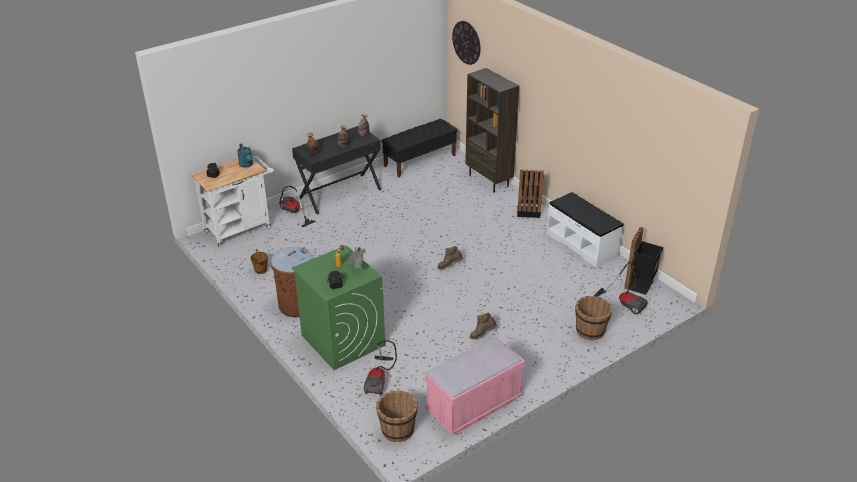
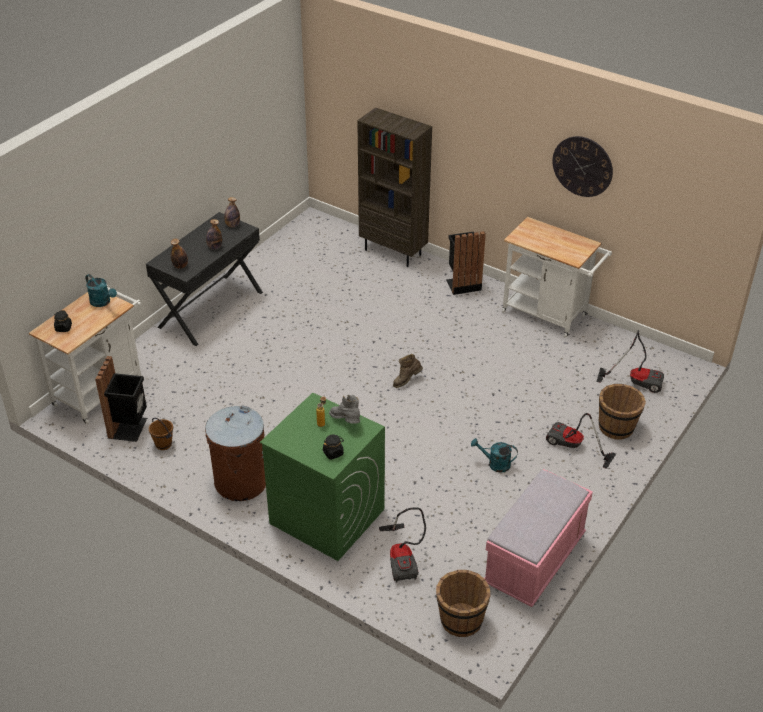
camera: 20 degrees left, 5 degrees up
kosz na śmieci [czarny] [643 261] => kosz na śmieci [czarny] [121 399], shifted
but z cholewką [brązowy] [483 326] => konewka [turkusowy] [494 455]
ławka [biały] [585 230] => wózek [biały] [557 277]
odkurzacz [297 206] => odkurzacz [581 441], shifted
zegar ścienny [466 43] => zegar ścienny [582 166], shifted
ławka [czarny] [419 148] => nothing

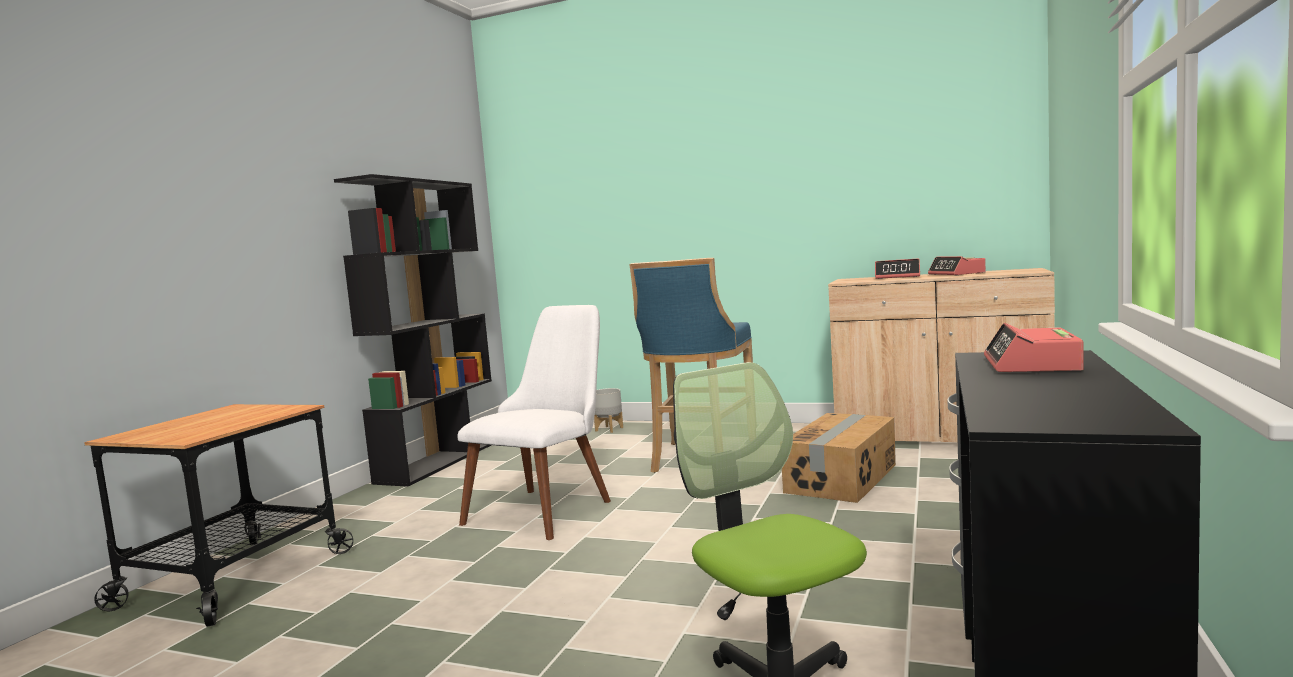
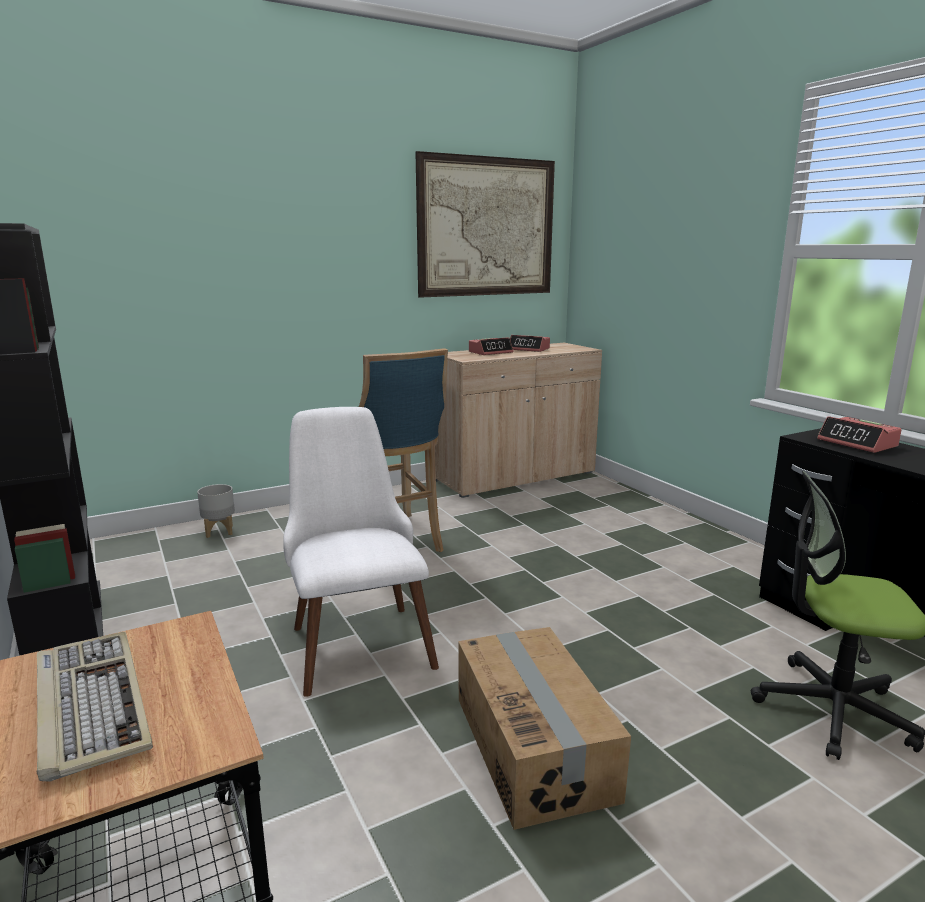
camera: 50 degrees left, 10 degrees up
nothing => klawiatura [95 706]
nothing => obraz [485 224]
karton [839 458] => karton [544 728], shifted

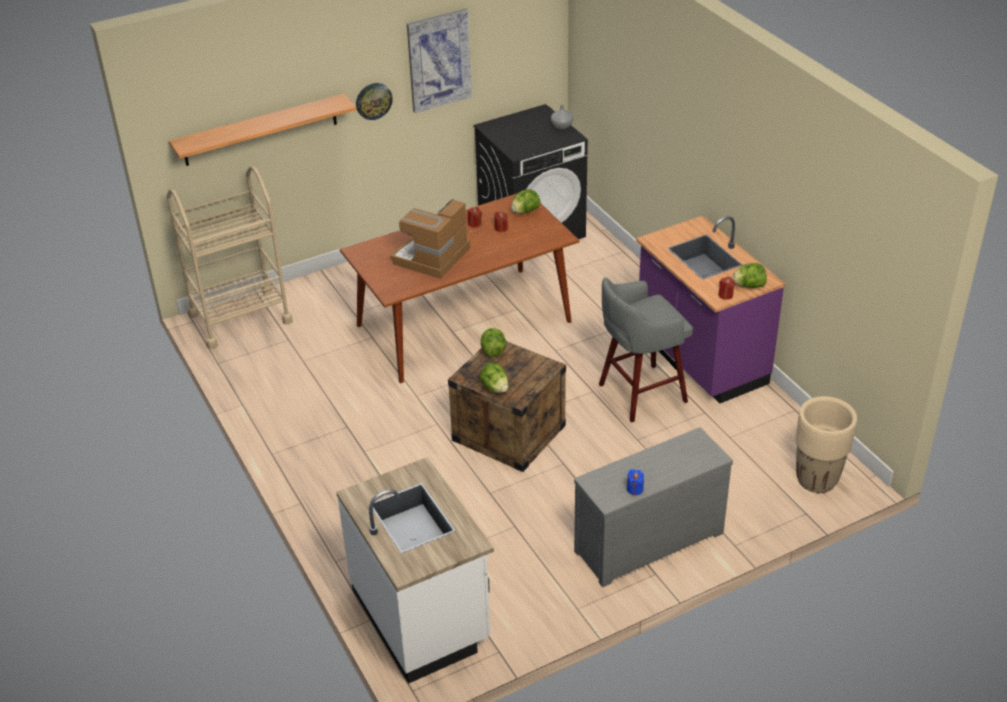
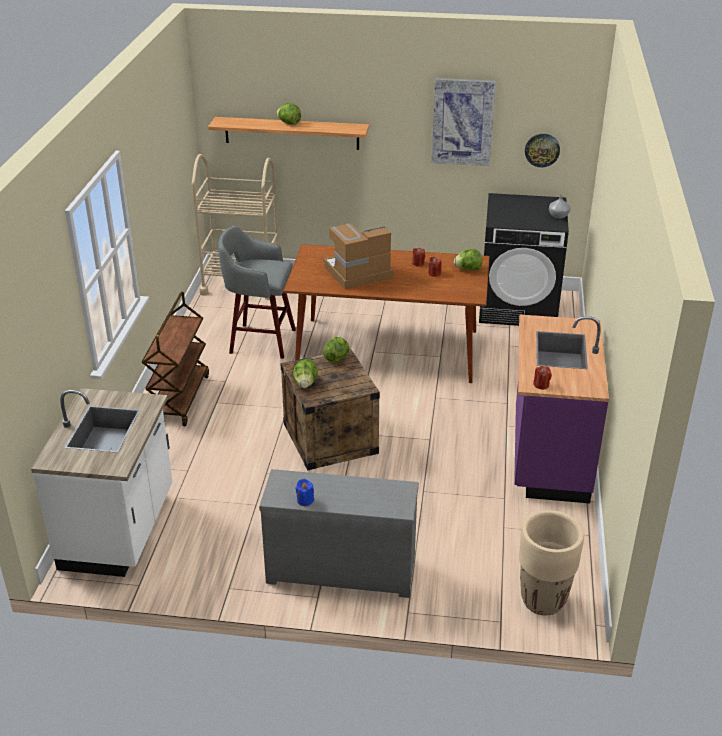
camera: 35 degrees right, 5 degrees down
nothing => wózek [brązowy] [175 359]
stołek [szary] [646 350] => stołek [szary] [257 292], shifted
sałata [749 275] => sałata [289 114], shifted
zegar ścienny [374 101] => zegar ścienny [542 150], shifted

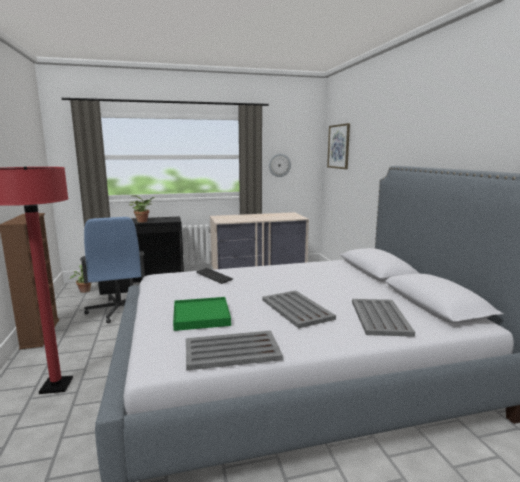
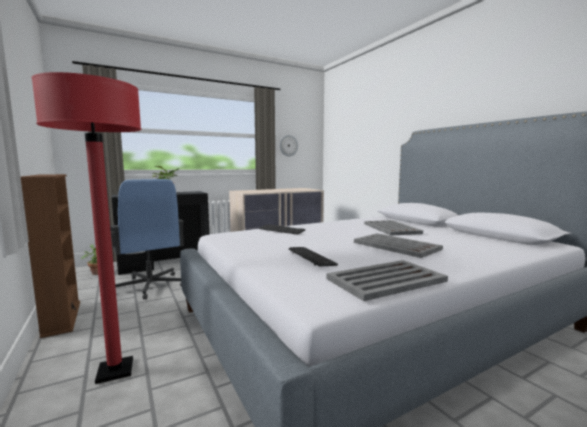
camera: 15 degrees left, 5 degrees down
taca [zielony] [202 314] => klawiatura [313 257]
taca [szary] [383 318] => taca [szary] [393 228], shifted
obraz [338 146] => nothing

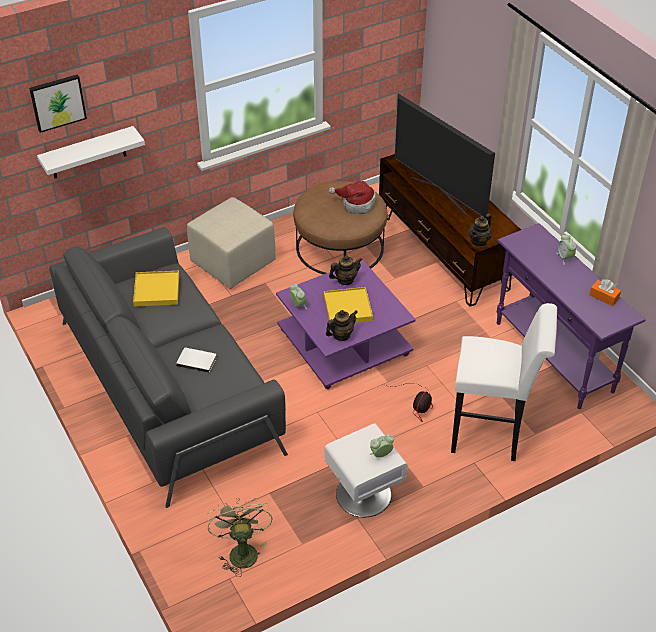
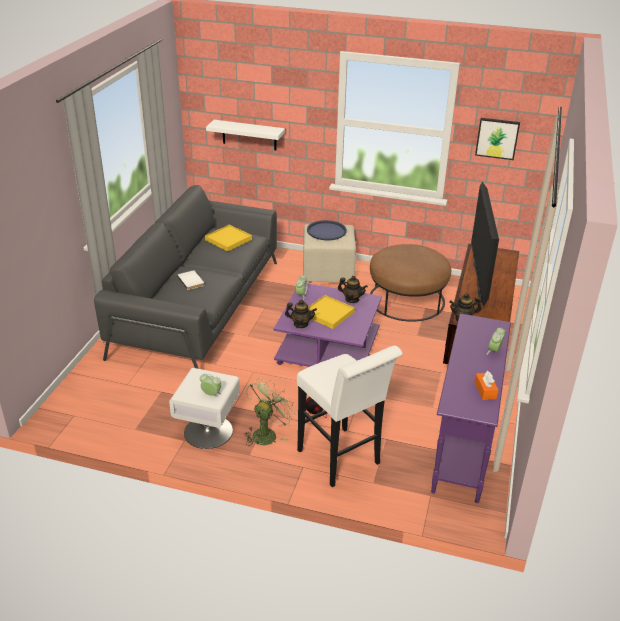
camera: 45 degrees right, 10 degrees down
wentylator [zielony] [240 537] => wentylator [zielony] [269 412], shifted
nothing => taca [niebieski] [327 230]
obraz [58 103] => obraz [497 139], shifted
kapelusz [352 197] => nothing

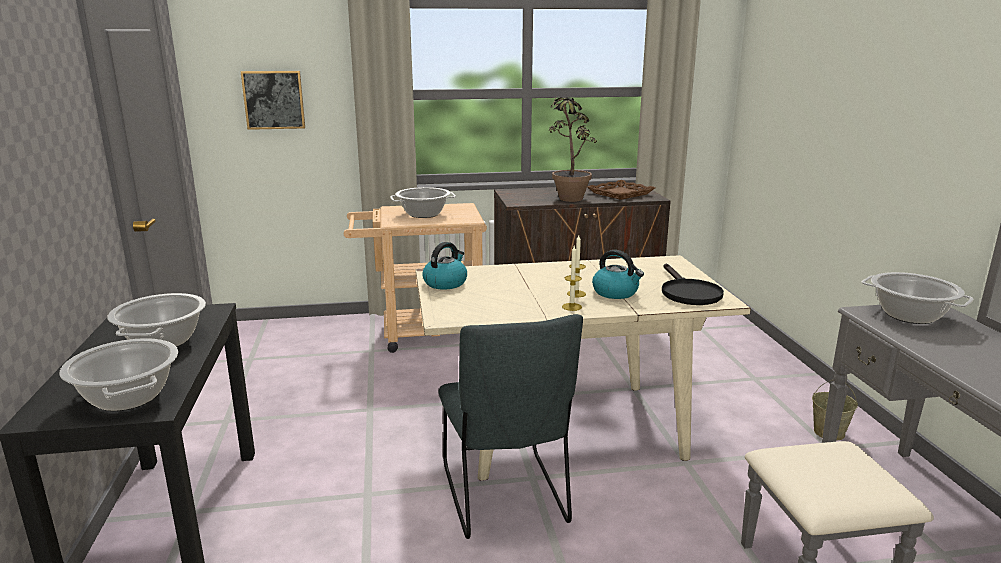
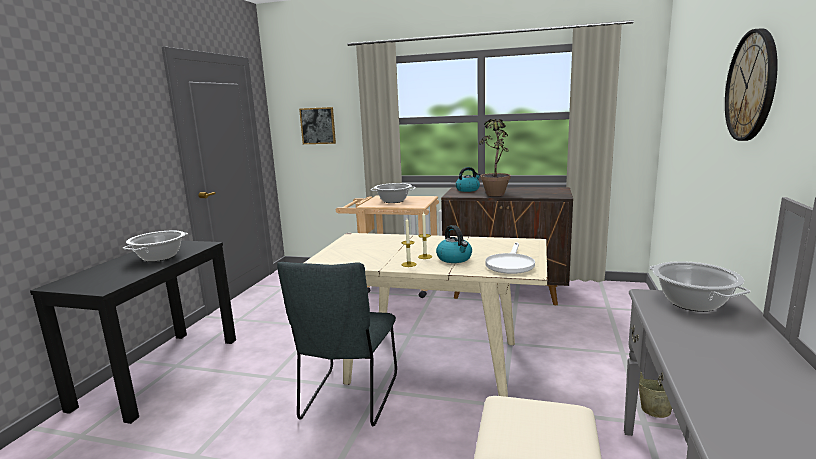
camera: 25 degrees right, 5 degrees down
czajnik [444 266] => czajnik [468 179], shifted
patelnia [czarny] [693 284] => patelnia [biały] [510 258]
nothing => zegar ścienny [751 84]
garnek [118 374] => nothing
taca [brązowy] [621 190] => nothing

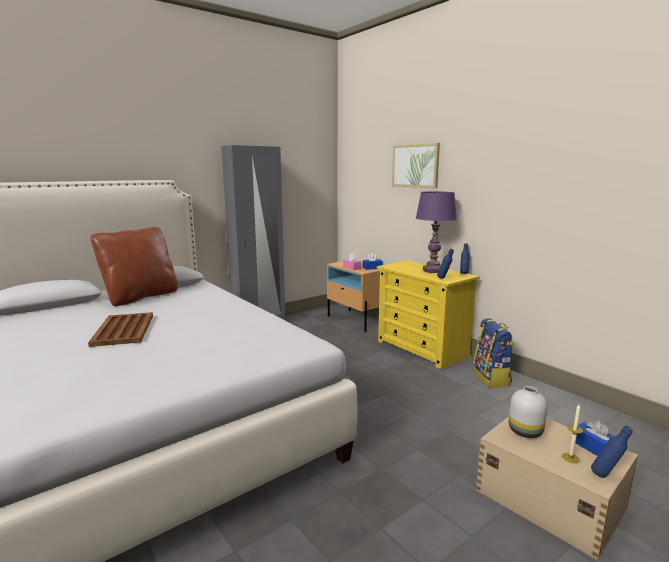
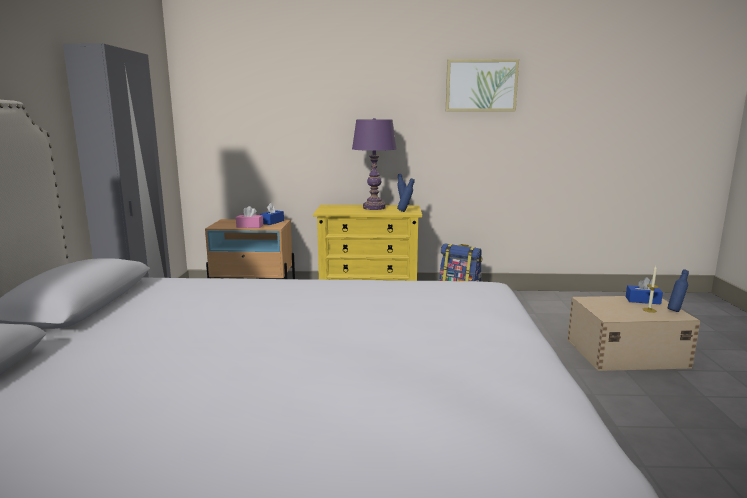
camera: 50 degrees left, 0 degrees up
obraz [416 165] => obraz [482 85], shifted
taca [brązowy] [120 329] => nothing
poduszka [brązowy] [134 266] => nothing
wazon [biały] [528 412] => nothing

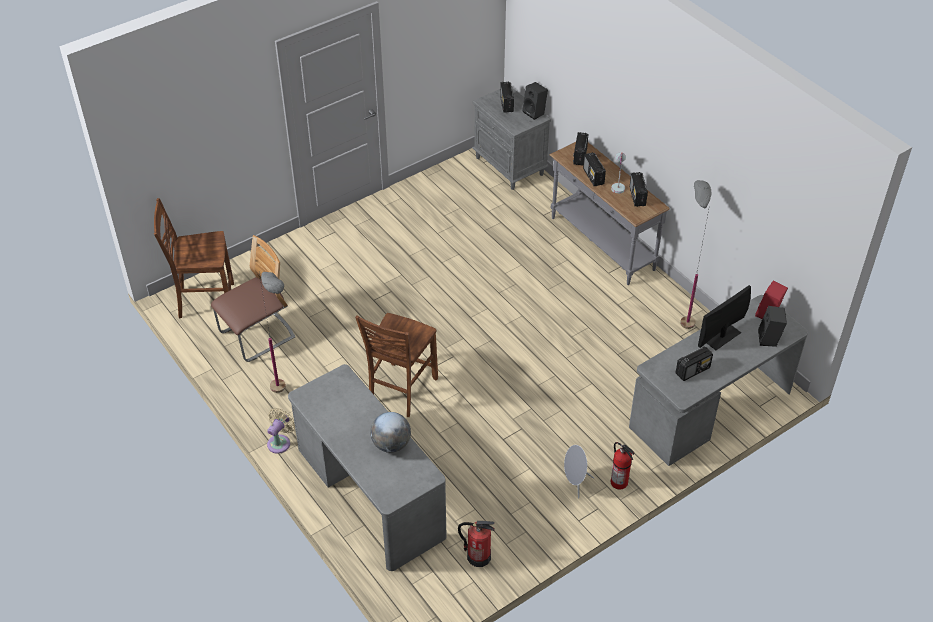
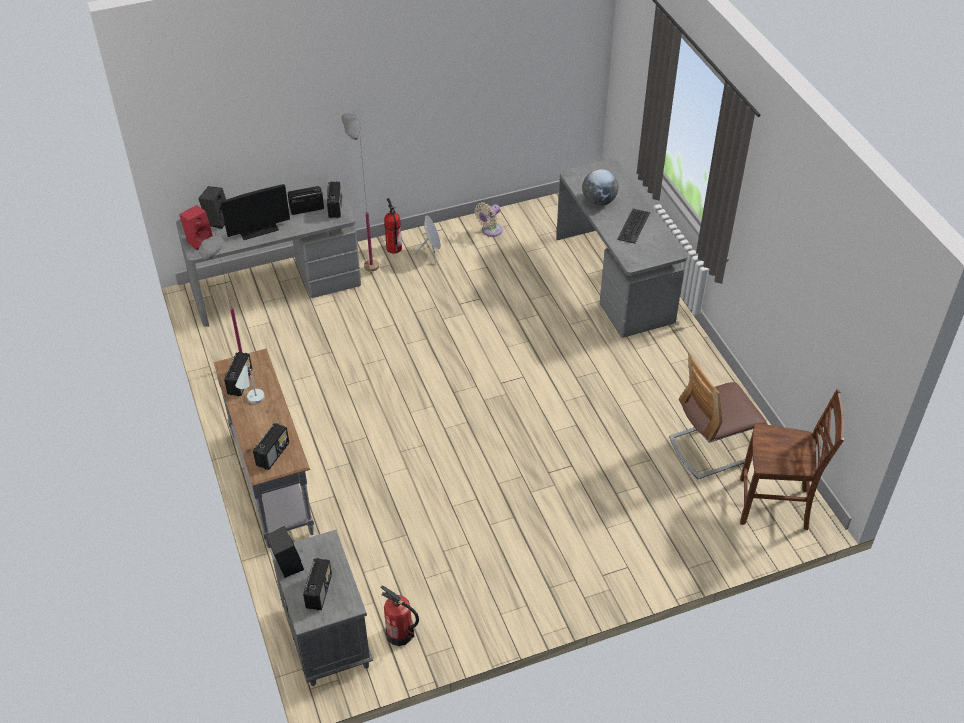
camera: 165 degrees left, 0 degrees up
radio [594 169] => radio [334 199], shifted
lampa stojąca [szary] [272 332] => lampa stojąca [szary] [360 193], shifted
gaśnica [476 544] => gaśnica [400 615], shifted
wentylator [beżowy] [281 431] => wentylator [beżowy] [489 219], shifted
nothing => klawiatura [633 226]
krzesło [brązowy] [396 365] => nothing

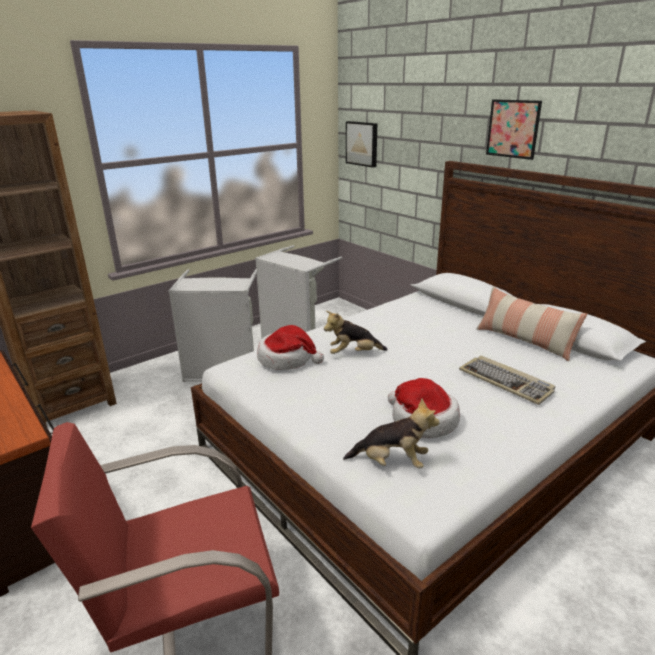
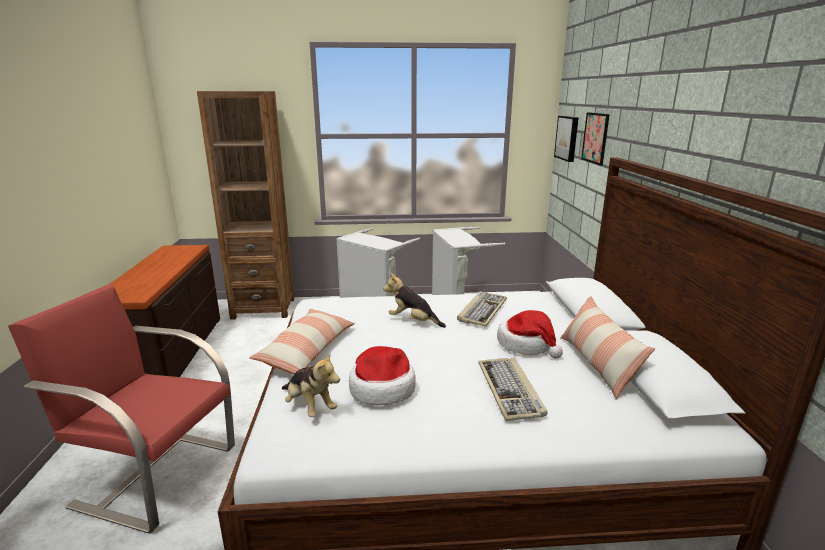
camera: 35 degrees right, 5 degrees down
nothing => poduszka [302 341]
nothing => klawiatura [482 309]
kapelusz [290 347] => kapelusz [530 334], shifted
obraz [514 129] => obraz [595 138], shifted

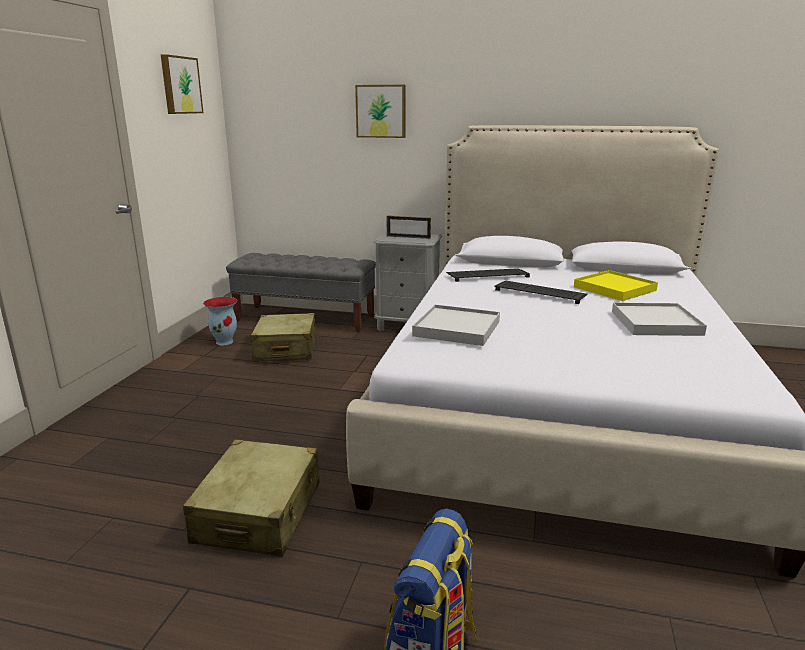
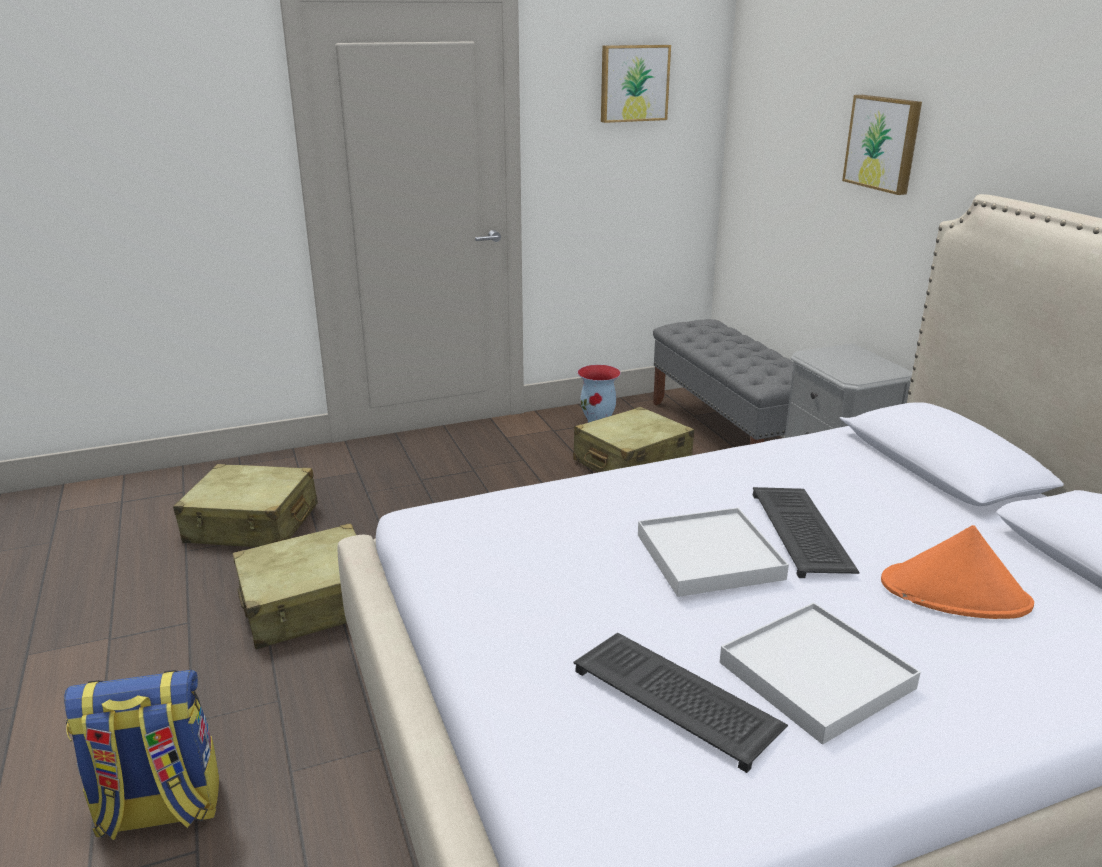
camera: 55 degrees right, 5 degrees up
nothing => walizka [beżowy] [245 505]
klawiatura [488 275] => klawiatura [680 703], shifted
taca [biały] [456 325] => taca [biały] [713 552], shifted
taca [żółty] [616 285] => kapelusz [pomarańczowy] [957 572]
ramka na zdjęcie [409 227] => nothing

